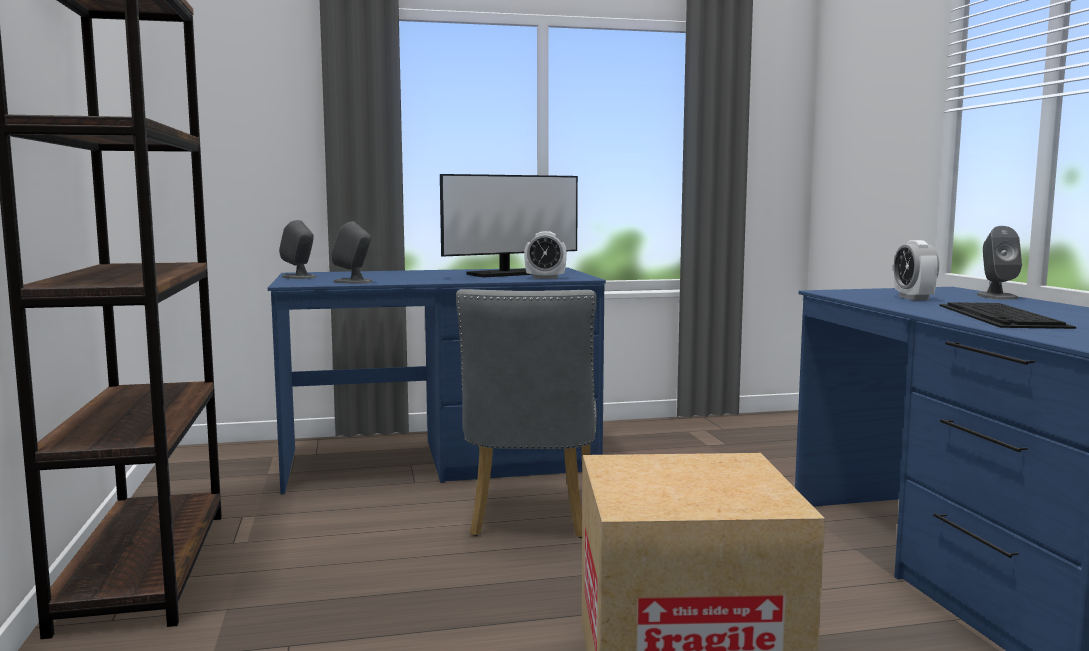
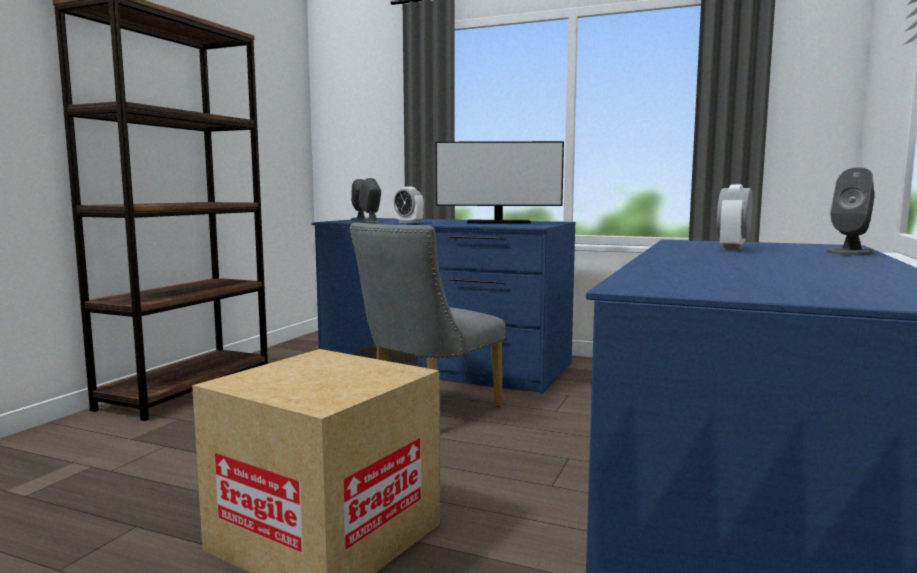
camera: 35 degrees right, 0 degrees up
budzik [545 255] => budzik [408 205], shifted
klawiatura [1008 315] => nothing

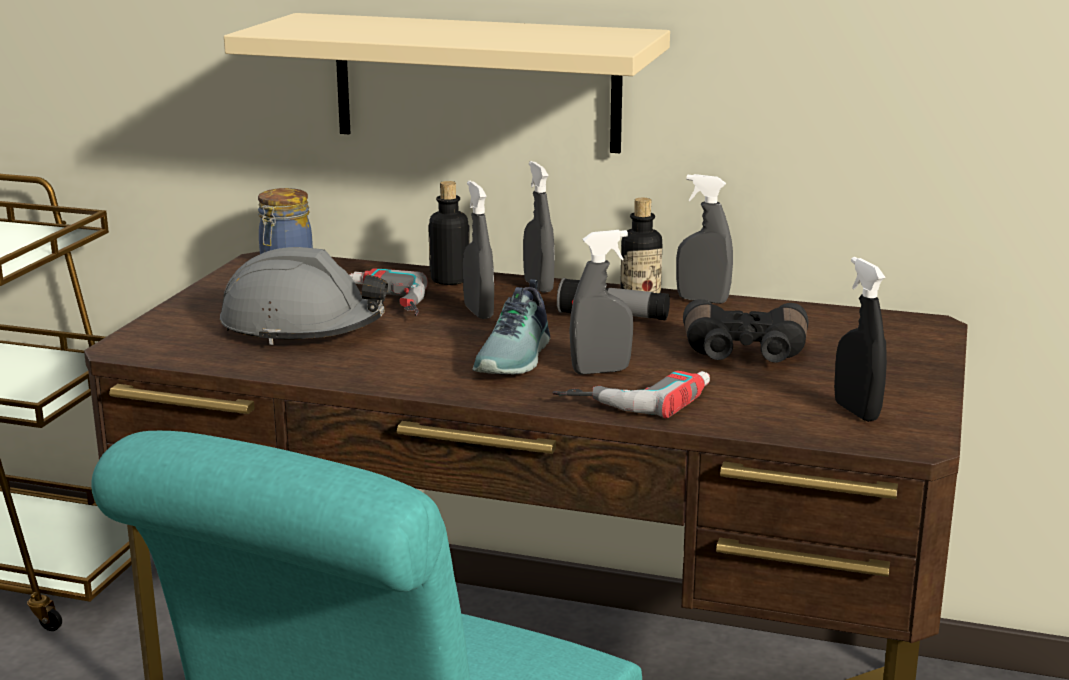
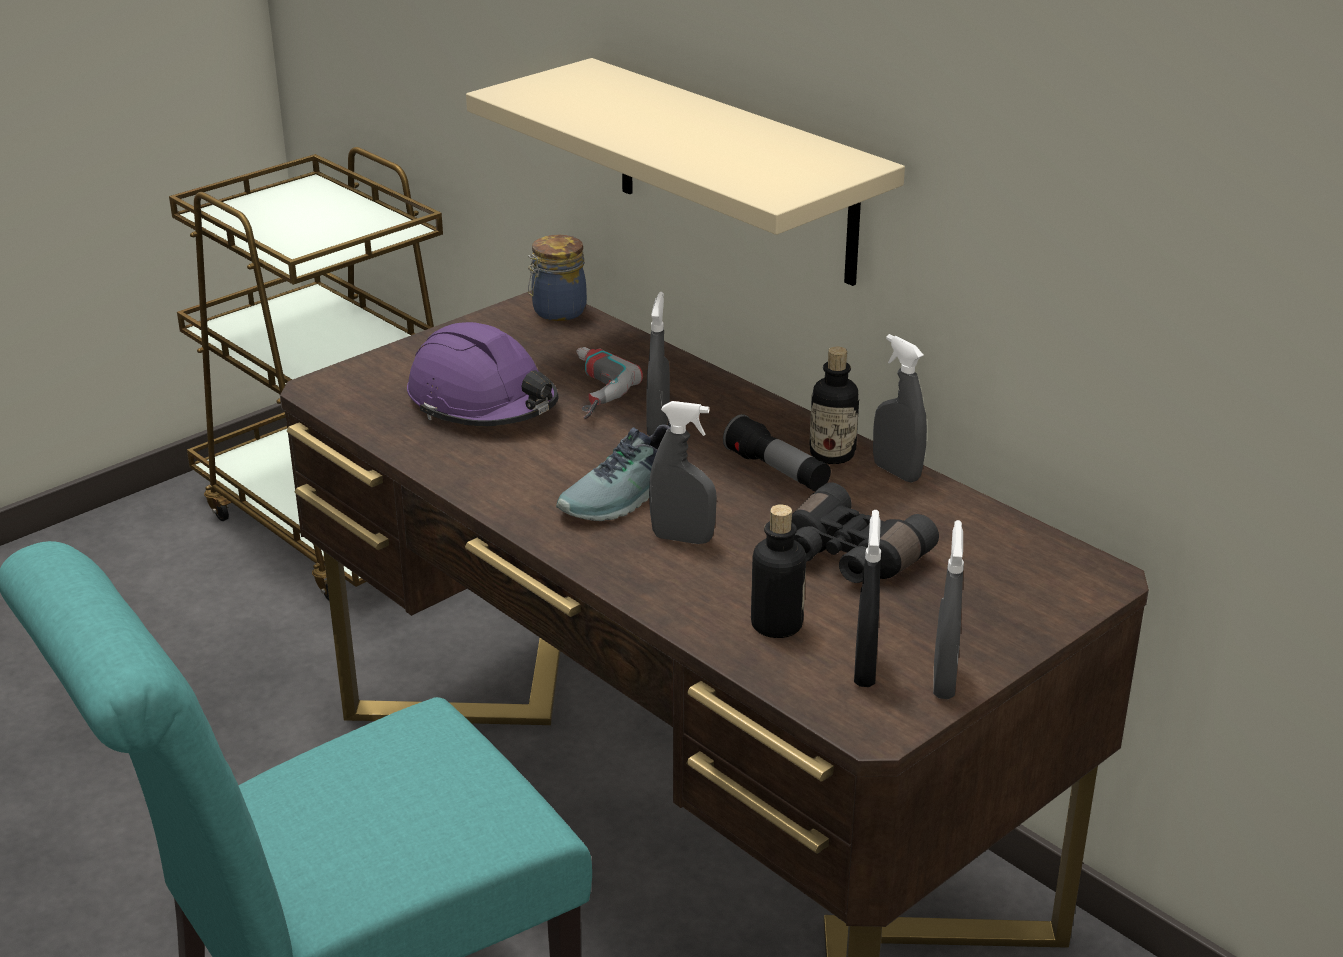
camera: 30 degrees right, 10 degrees up
kask [szary] [304 296] => kask [fioletowy] [482 374]
butelka [449 233] => butelka [778 571], shifted
spryskiwacz [szary] [539 227] => spryskiwacz [szary] [948 609], shifted
wiertarka [631 395] => nothing

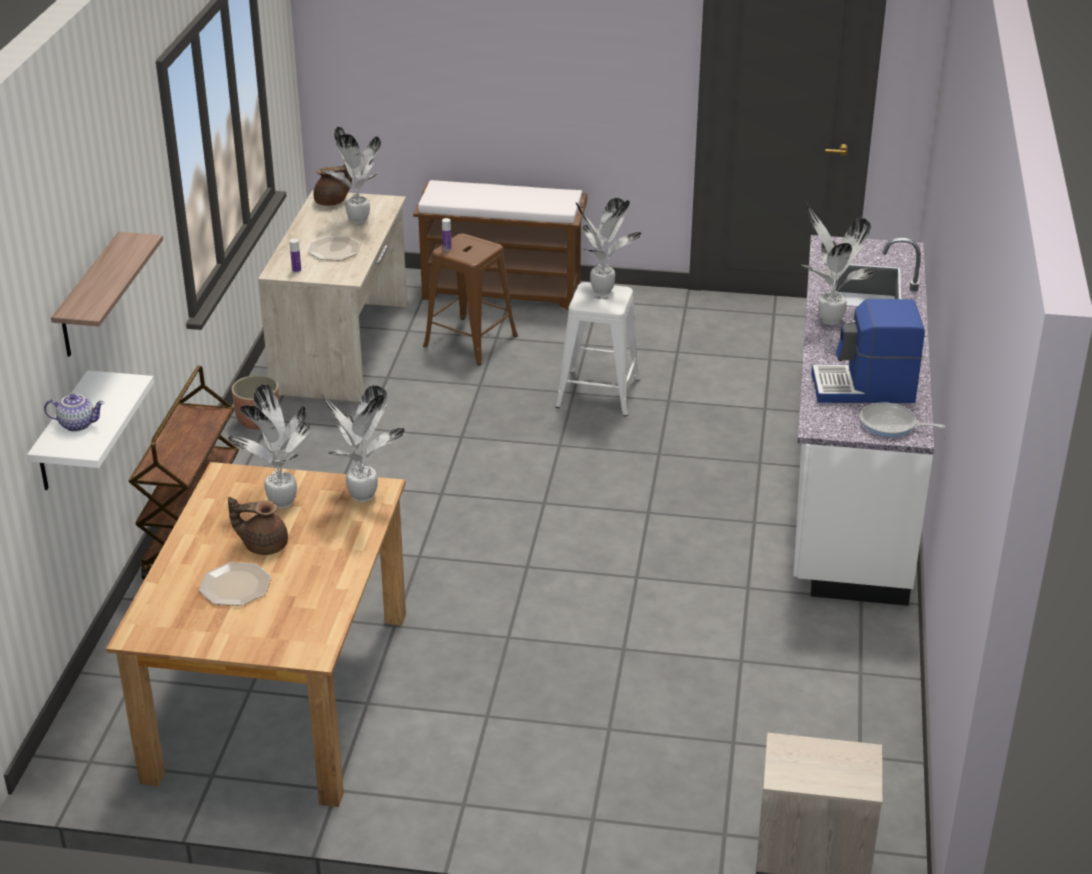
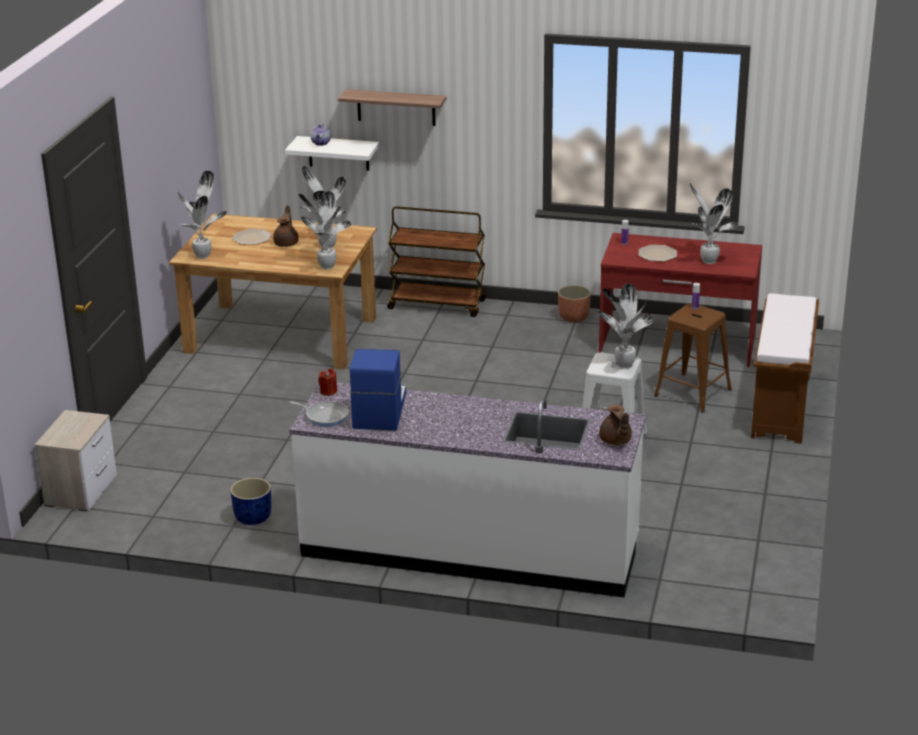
camera: 95 degrees right, 5 degrees down
roślina doniczkowa [838 264] => roślina doniczkowa [202 215], shifted
nothing => donica [niebieski] [250 501]
patelnia [902 419] => patelnia [319 414], 90 degrees clockwise
nothing => świeca [czerwony] [327 382]
biurko [beżowy] [332 296] => biurko [czerwony] [680 300]
imbryk [brązowy] [332 184] => imbryk [brązowy] [615 425], shifted

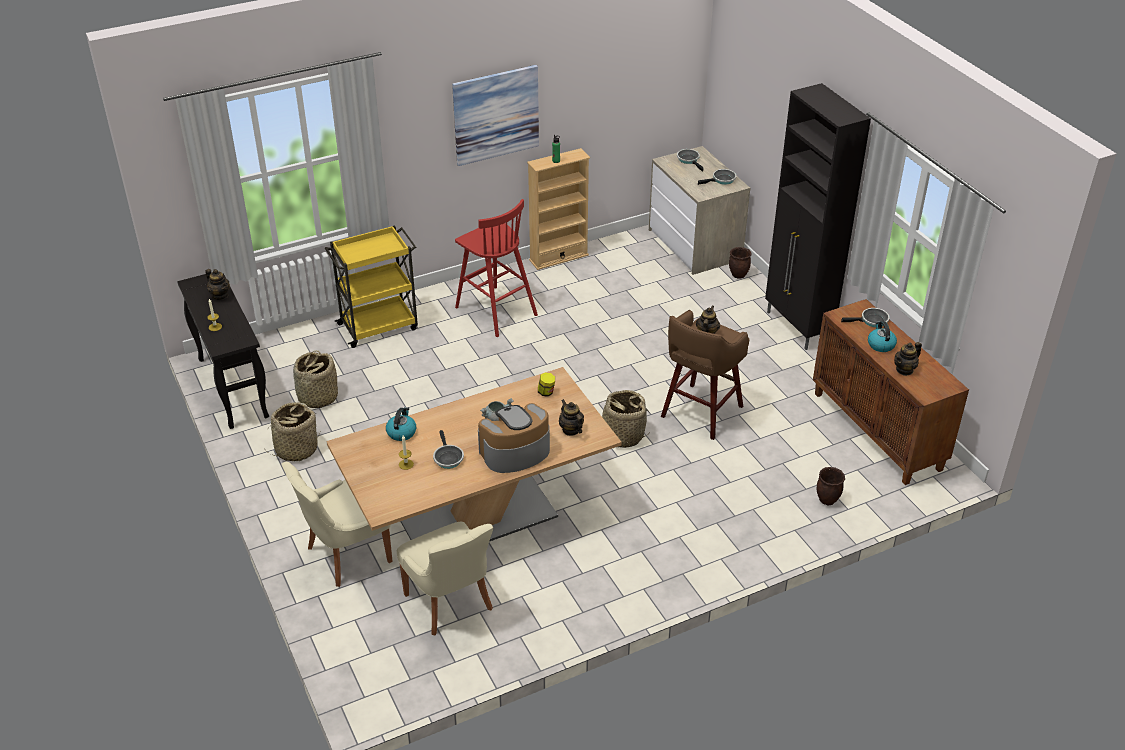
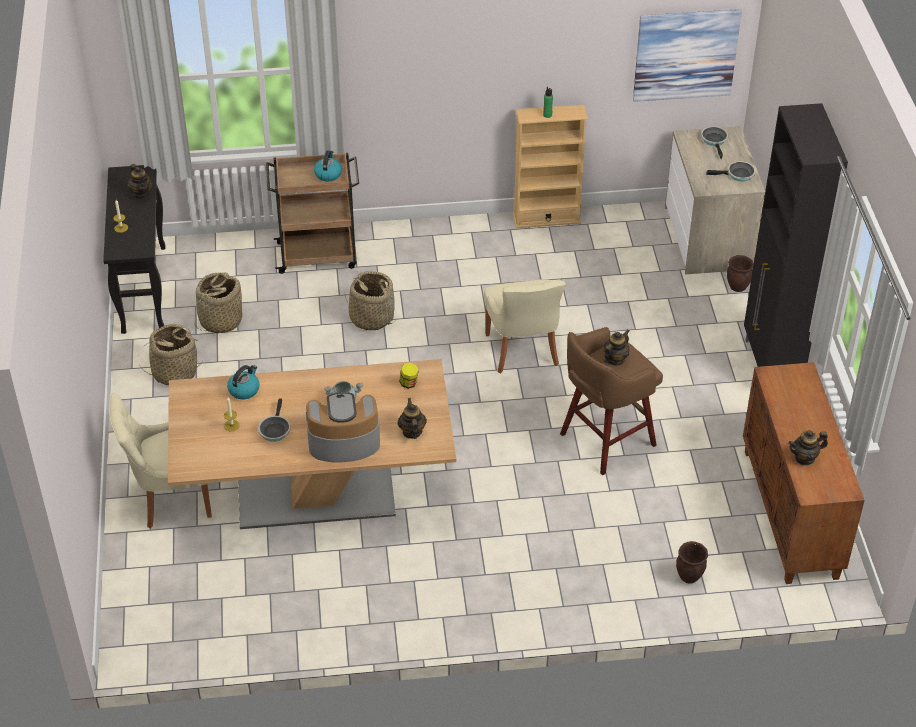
camera: 20 degrees right, 5 degrees up
wózek [żółty] [371 286] => wózek [brązowy] [312 213]
czajnik [882 336] => czajnik [328 166], shifted
koszyk [624 419] => koszyk [370 300], shifted
krzesło [beżowy] [445 578] => krzesło [beżowy] [525 326], shifted
obraz [495 115] => obraz [687 55], shifted
stołek [czerwony] [496 268] => nothing
patelnia [865 317] => nothing

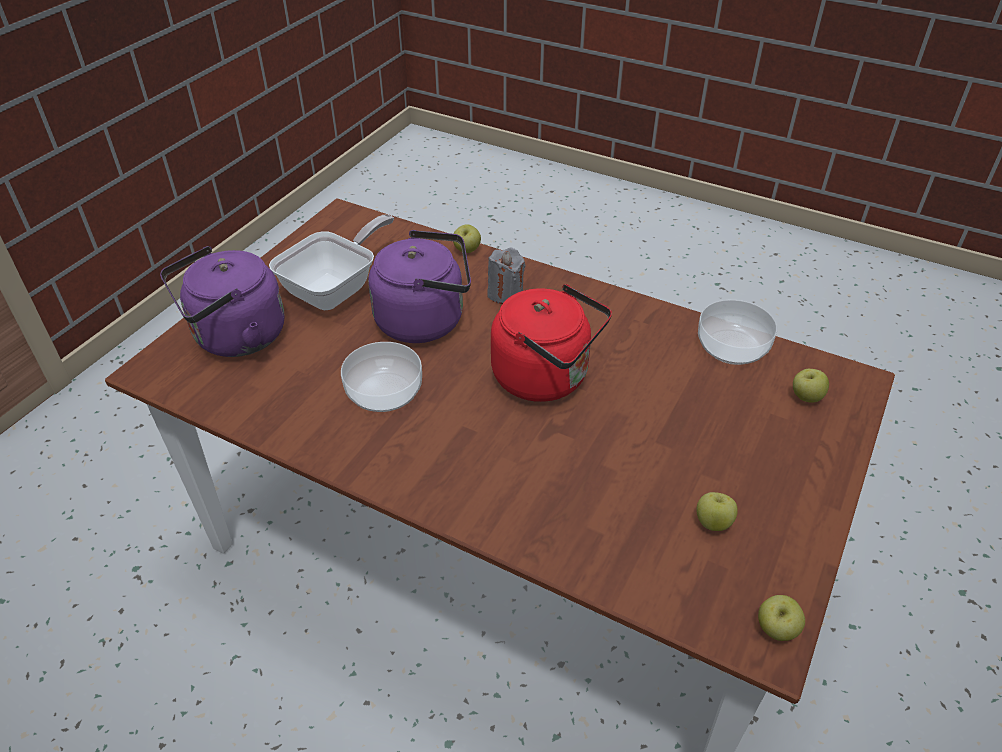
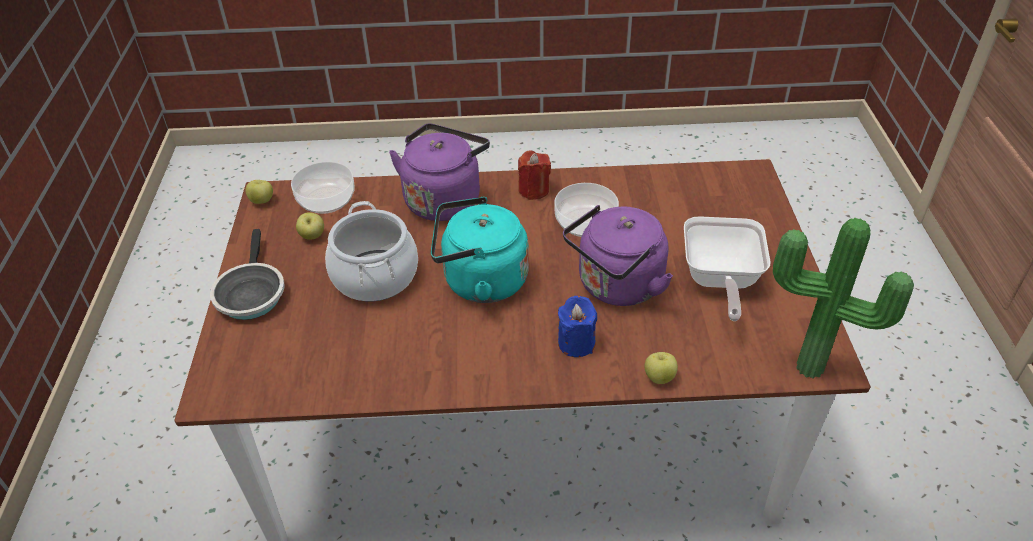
camera: 150 degrees right, 0 degrees up
nothing => patelnia [247 274]
miska [737 332] => miska [323 188], shifted
nothing => garnek [371 251]
czajnik [fioletowy] [222 301] => czajnik [fioletowy] [439 172], shifted
czajnik [czerwony] [551 343] => czajnik [turkusowy] [480 250]
nothing => świeca [czerwony] [534 175]
świeca [szary] [506 276] => świeca [niebieski] [577 326]
nothing => roślina doniczkowa [843 298]
jabłko [811 385] => nothing

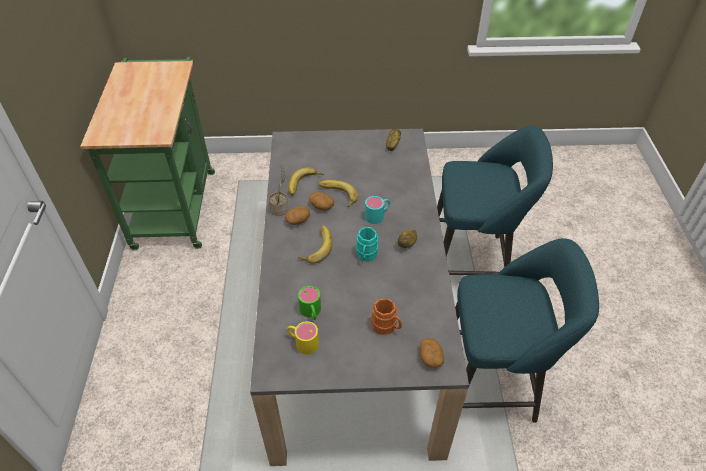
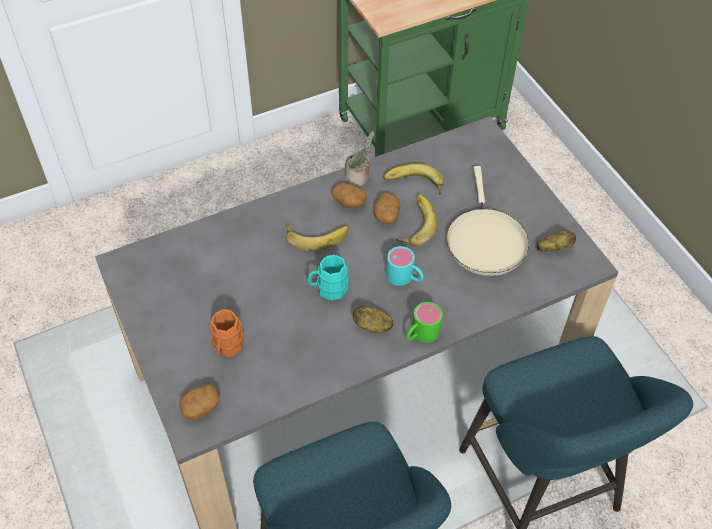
camera: 65 degrees right, 5 degrees up
kubek [zielony] [309 303] => kubek [zielony] [424 322], shifted
nothing => patelnia [beżowy] [488 221]
kubek [żółty] [303 338] => nothing

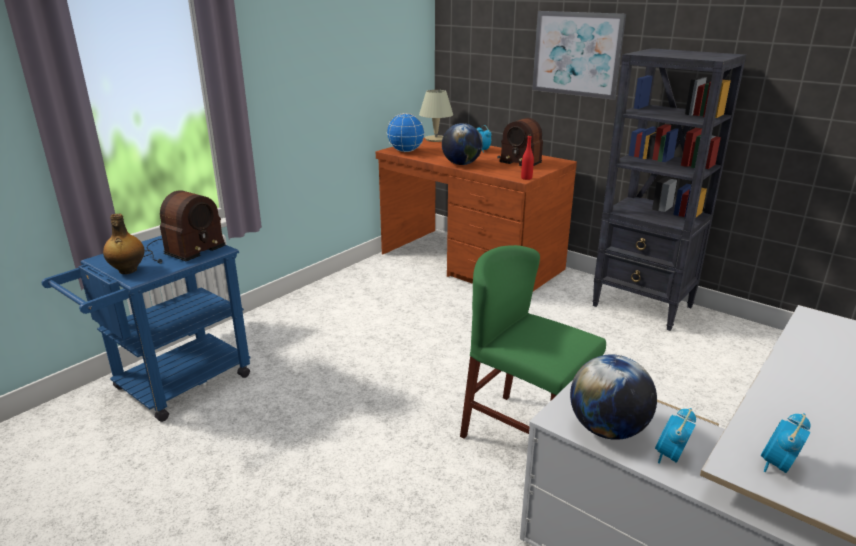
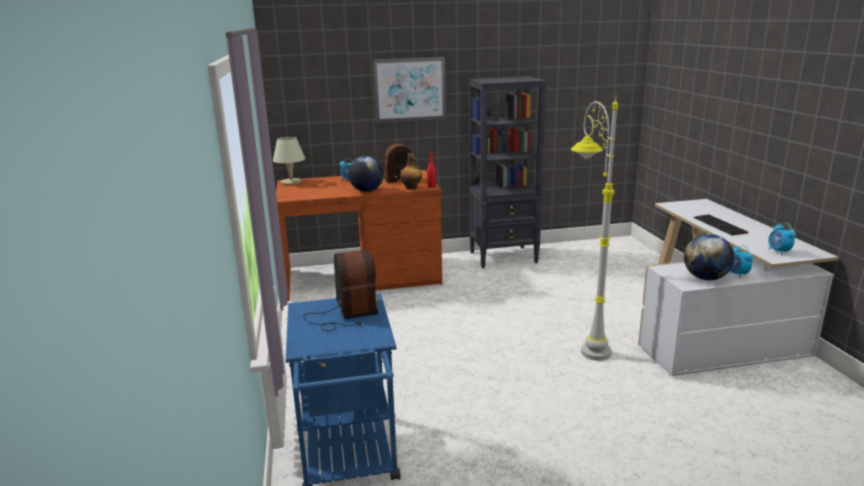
camera: 50 degrees left, 5 degrees down
butelka [124 244] => butelka [411 171], shifted
krzesło [zielony] [533 341] => lampa stojąca [szary] [594 229]
nothing => klawiatura [721 224]
globus [406 132] => nothing

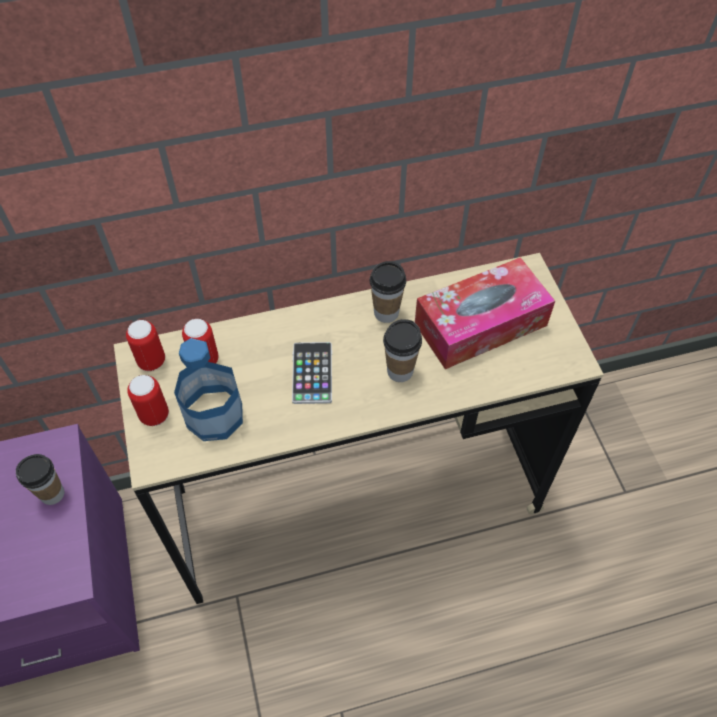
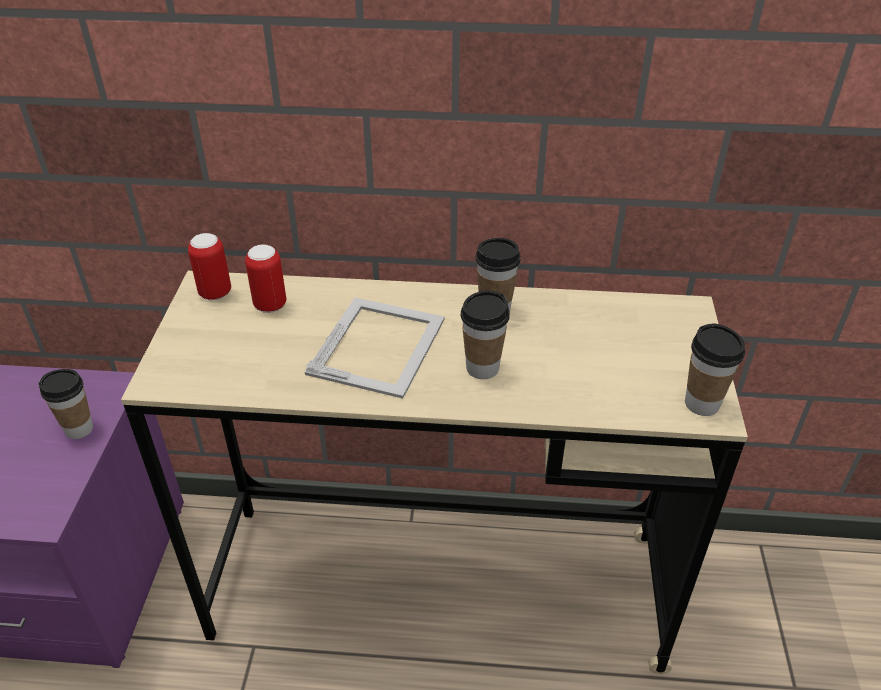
camera: 20 degrees right, 15 degrees down
telefon [312 373] => ramka na zdjęcie [375 348]
nothing => filiżanka [715 370]
puszka [148 400] => nothing
butelka [208 389] => nothing
pudełko chusteczek [485 313] => nothing

